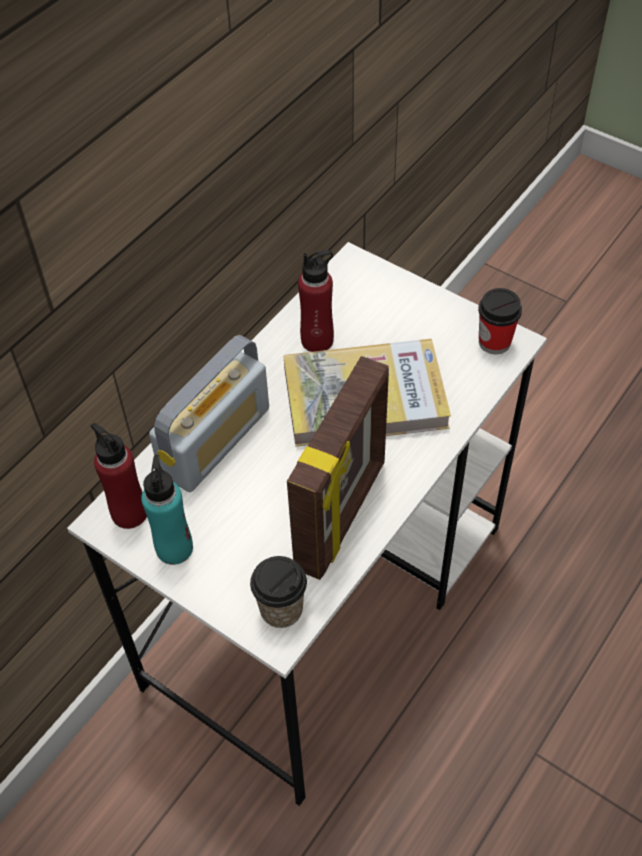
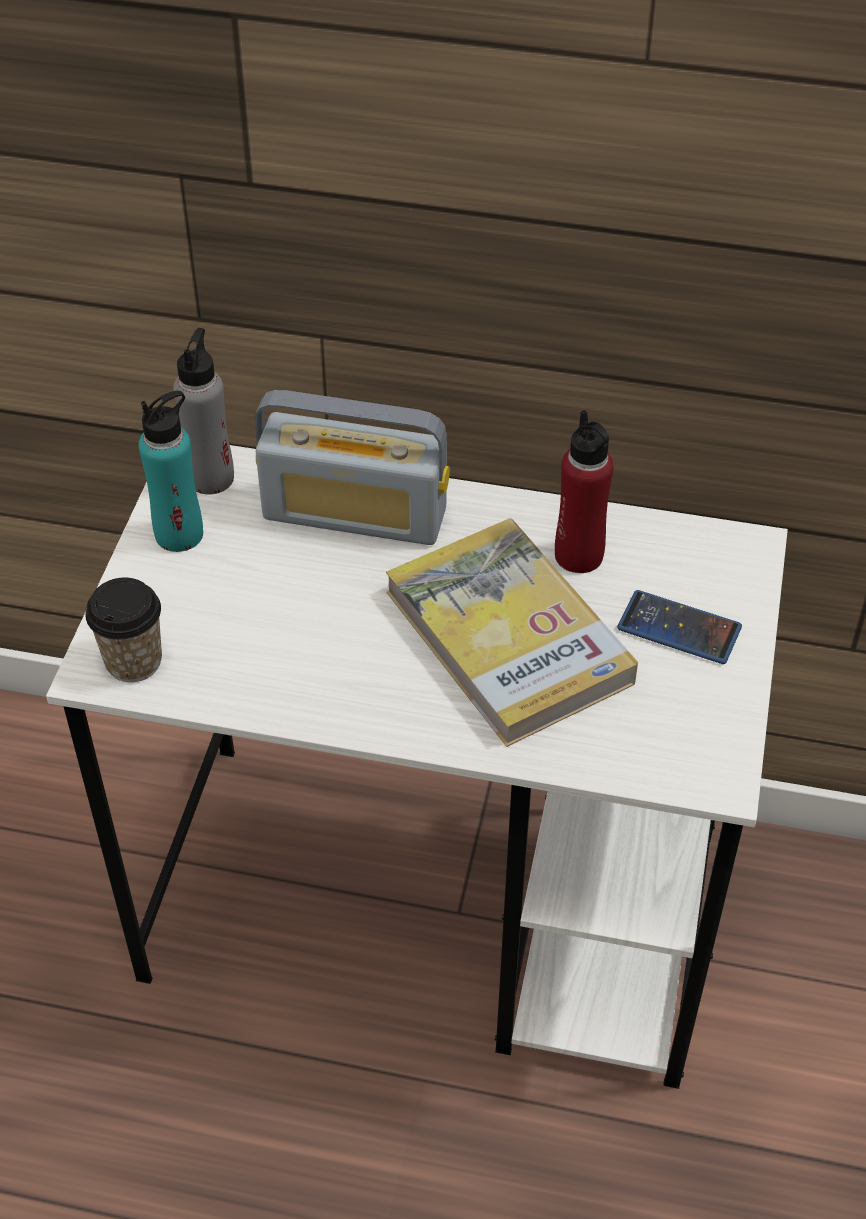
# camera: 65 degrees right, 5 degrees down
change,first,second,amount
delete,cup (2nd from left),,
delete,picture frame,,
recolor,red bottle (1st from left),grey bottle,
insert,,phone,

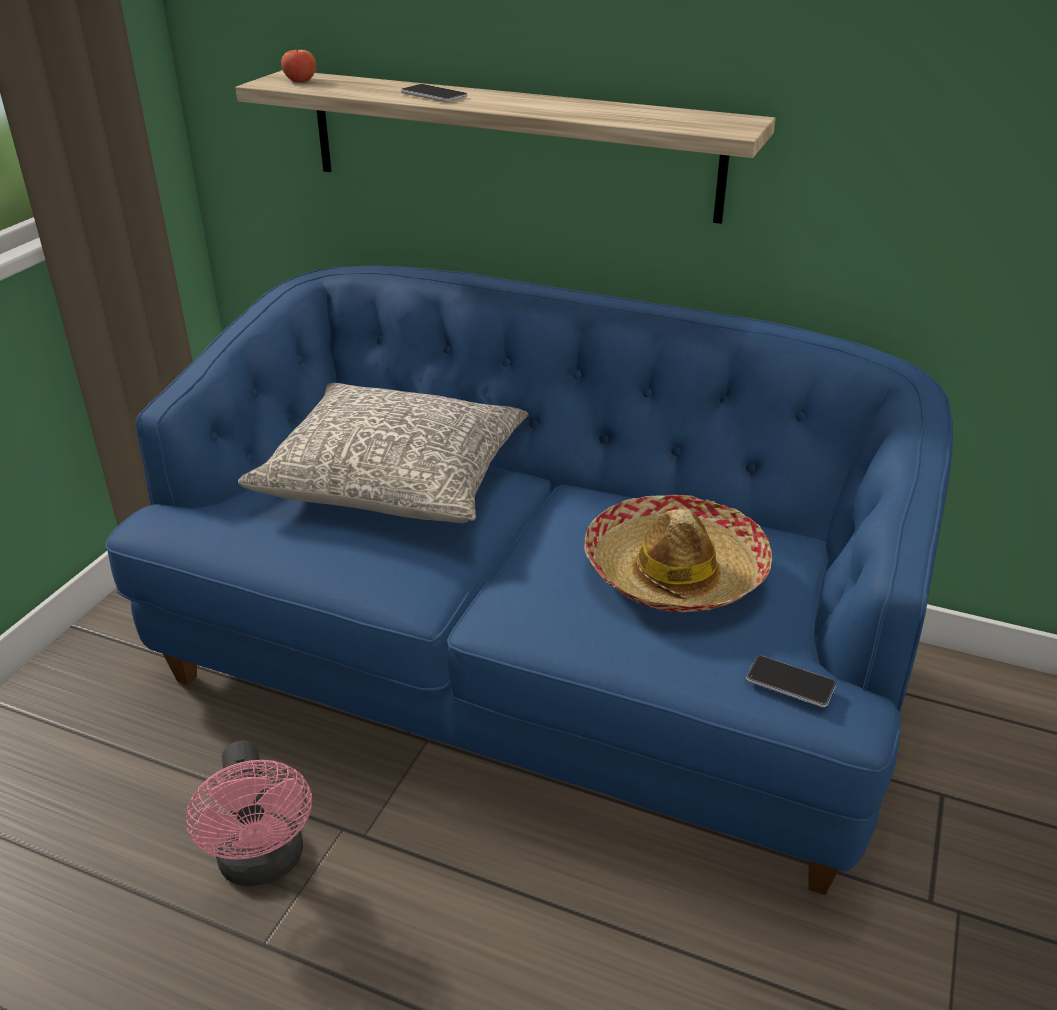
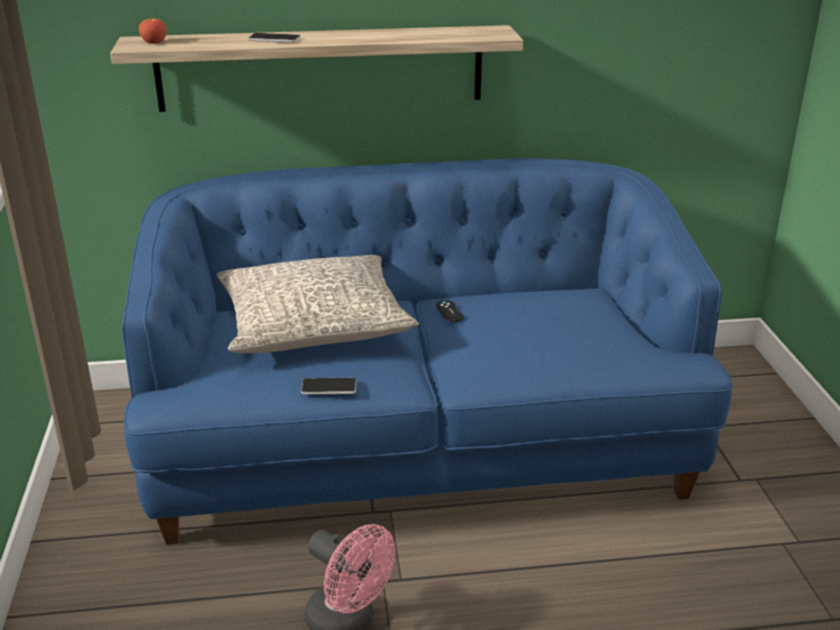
# camera: 30 degrees left, 5 degrees down
change,first,second,amount
delete,hat,,
move,phone (2nd from left),,
insert,,black game controller,

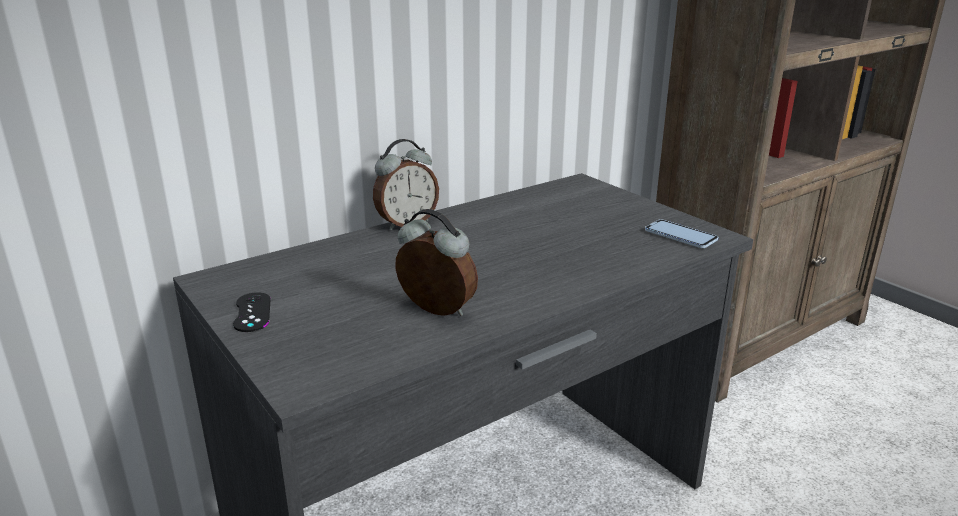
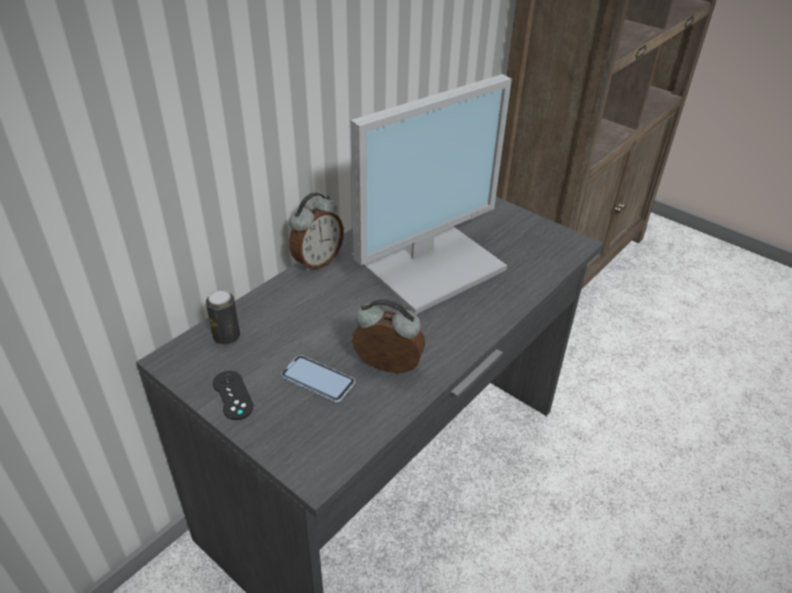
# camera: 15 degrees left, 15 degrees up
change,first,second,amount
move,phone,,
insert,,monitor,
insert,,can,

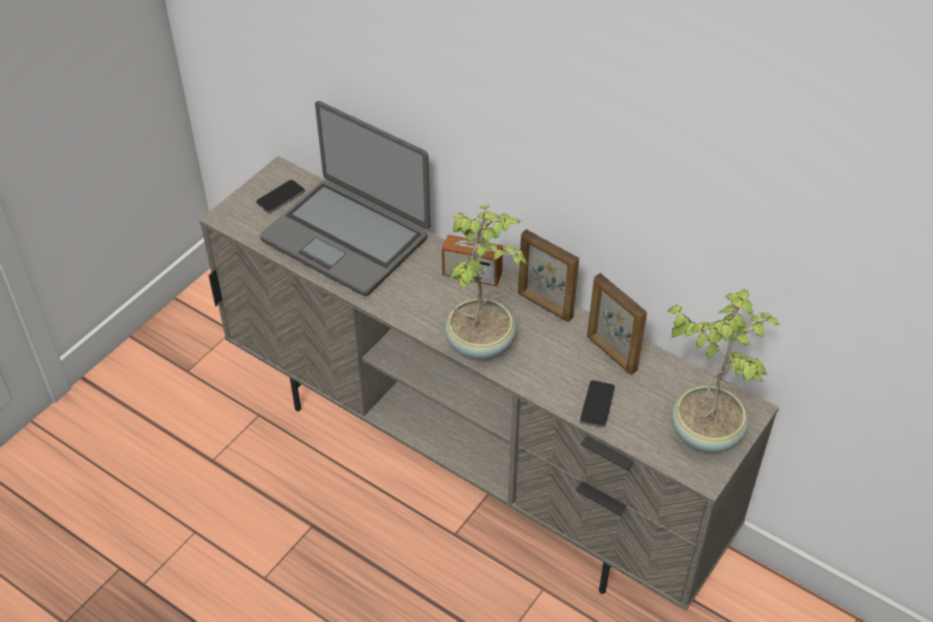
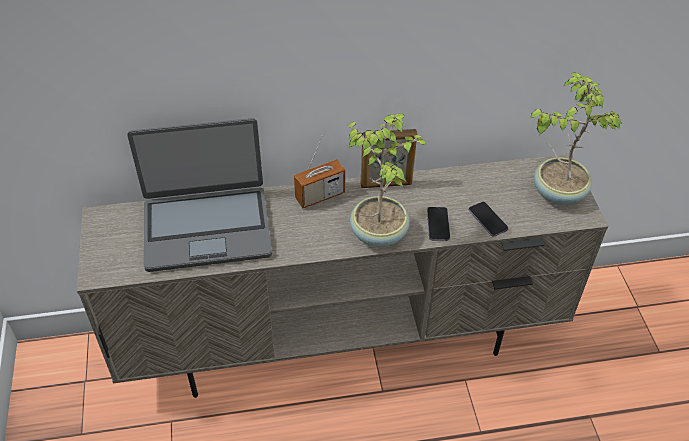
# camera: 45 degrees left, 0 degrees up
change,first,second,amount
move,phone (1st from left),,
delete,picture frame (2nd from left),,

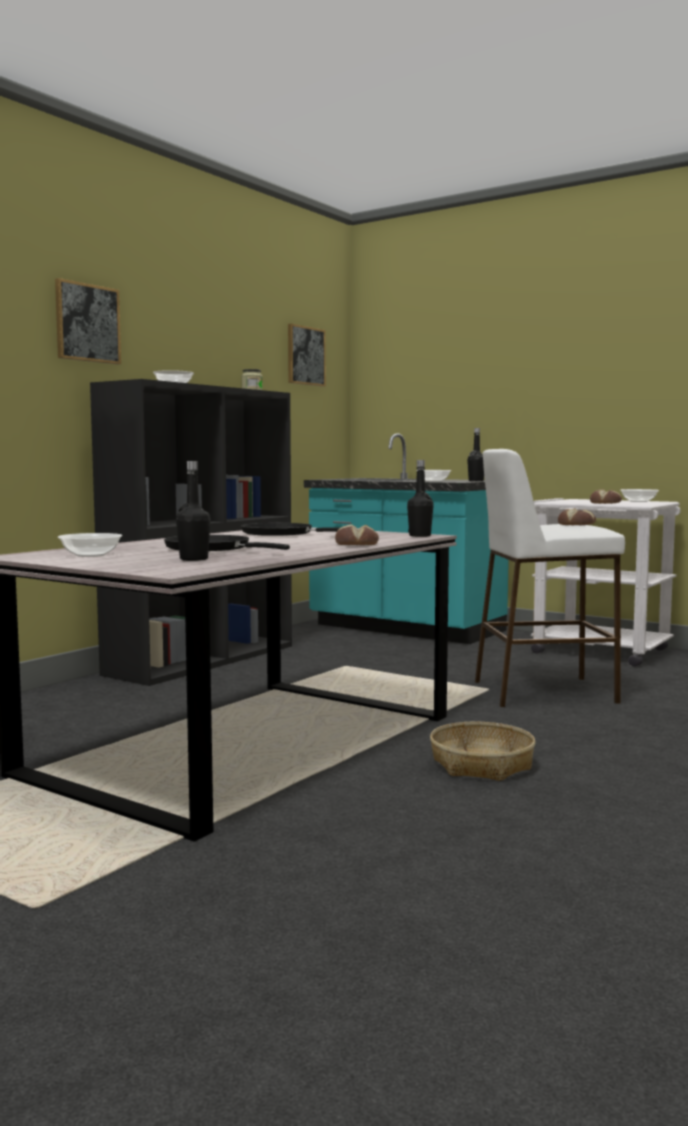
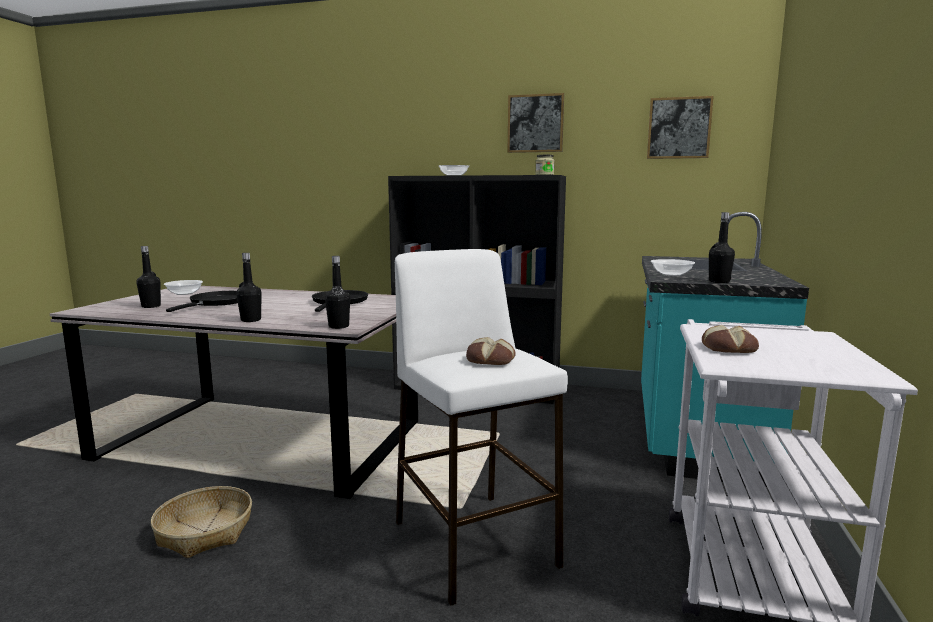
# camera: 70 degrees right, 5 degrees up
change,first,second,amount
move,picture (1st from left),,
delete,bowl (4th from left),,
replace,bread (1st from left),black bottle (2nd from left),

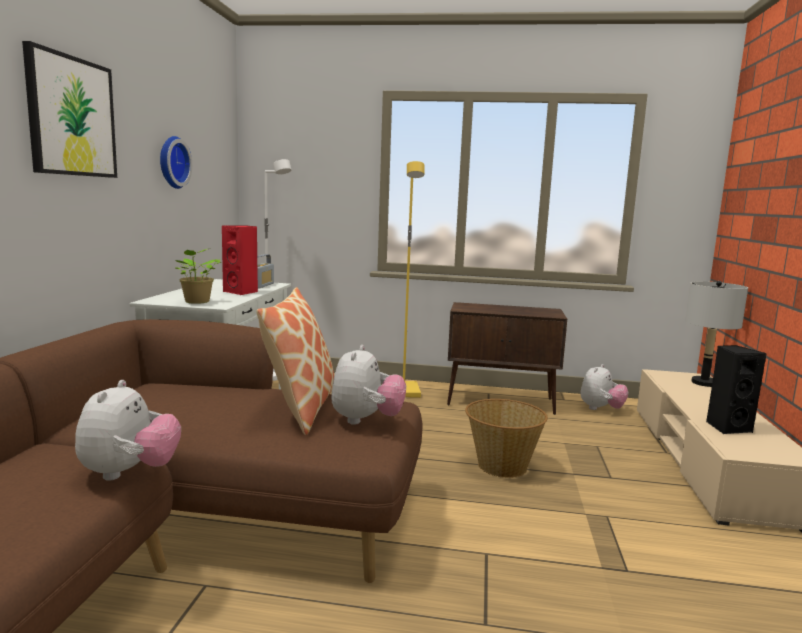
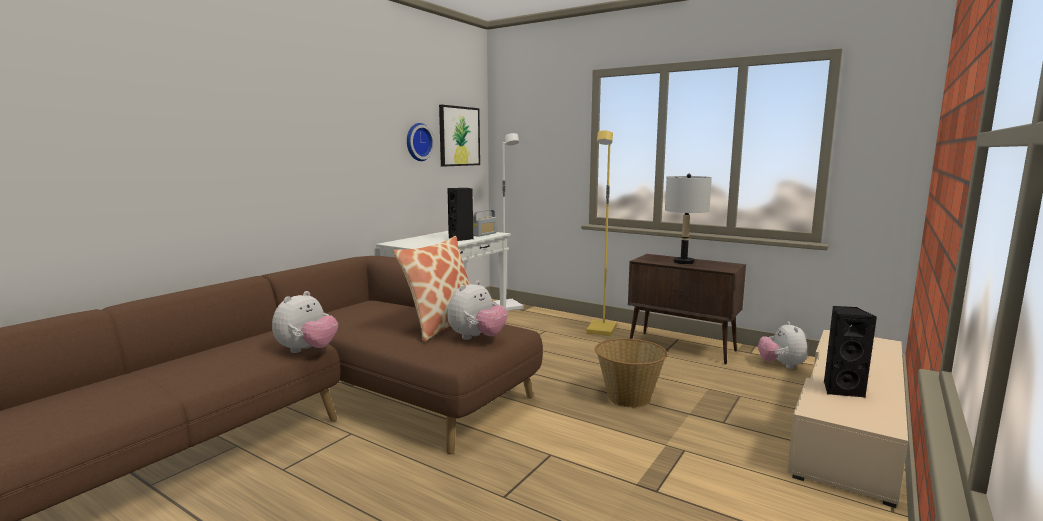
# camera: 25 degrees right, 0 degrees up
change,first,second,amount
move,picture,,
recolor,red speaker,black speaker (1st from left),
delete,potted plant,,
move,grey table lamp,,
rotate,plush toy (3rd from left),,120 degrees clockwise

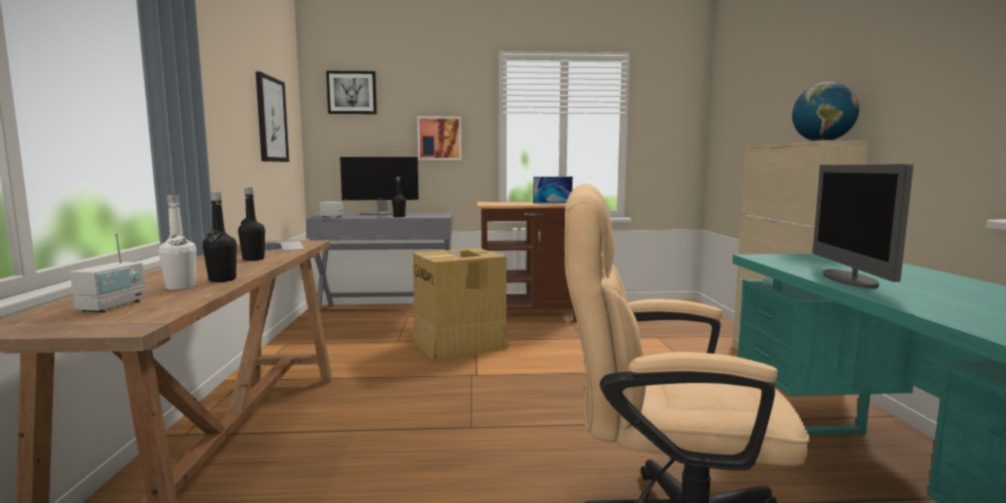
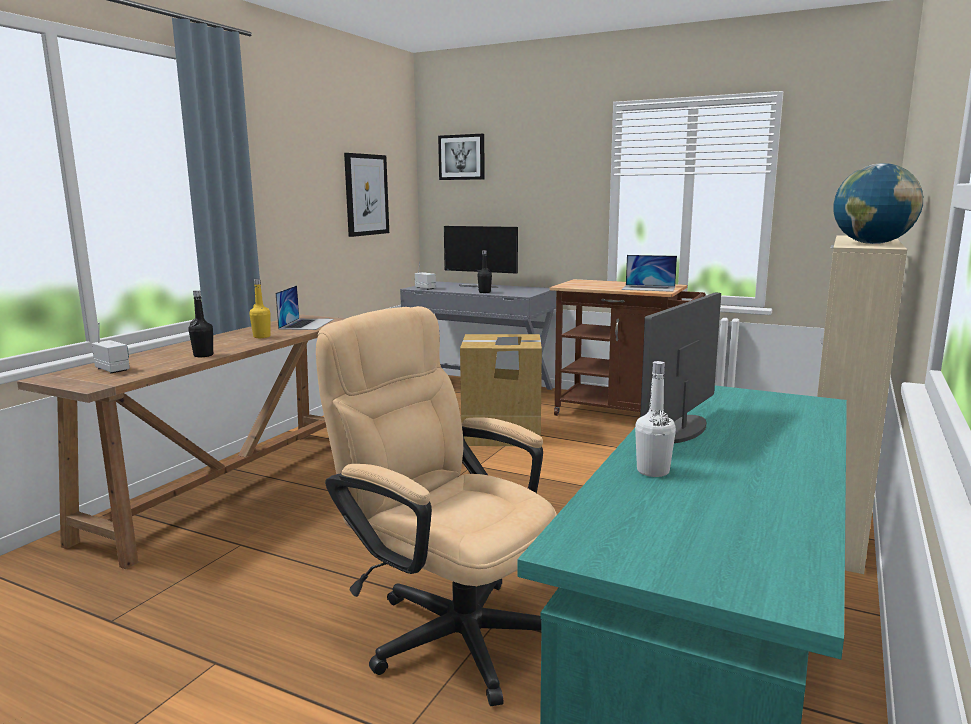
# camera: 30 degrees right, 5 degrees up
change,first,second,amount
delete,picture (3rd from left),,
recolor,black bottle (2nd from left),yellow bottle,
move,white bottle,,
rotate,radio (1st from left),,90 degrees counterclockwise

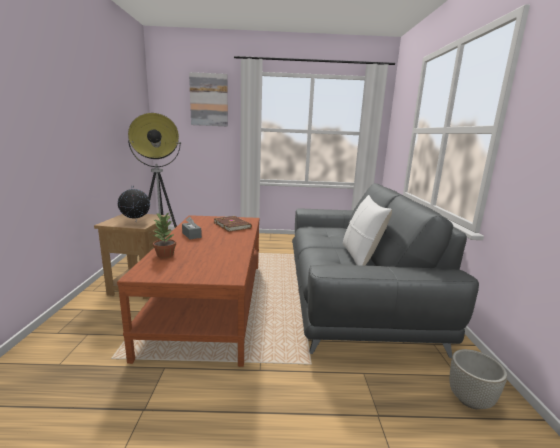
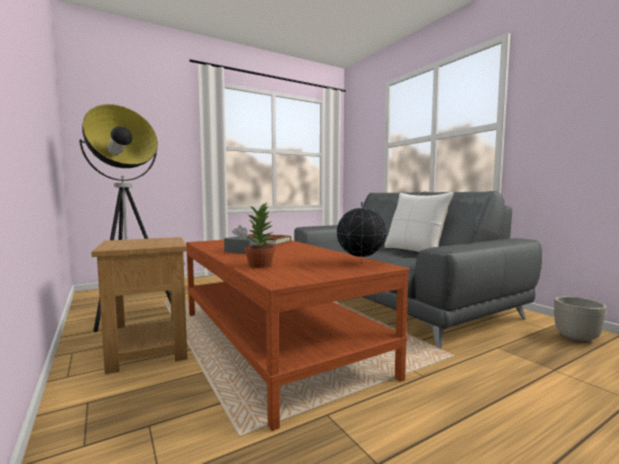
# camera: 30 degrees left, 10 degrees down
change,first,second,amount
delete,picture,,
move,globe,,

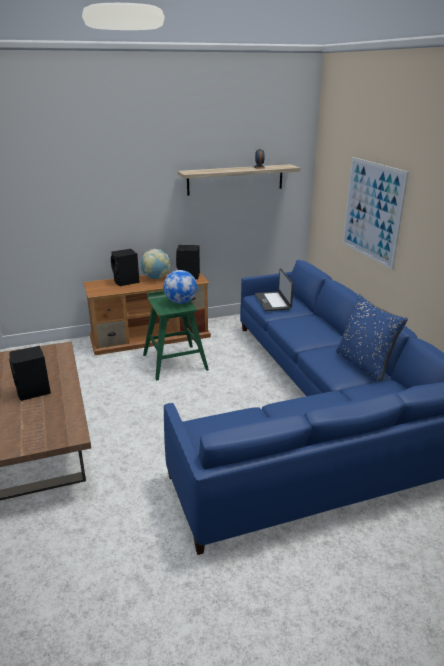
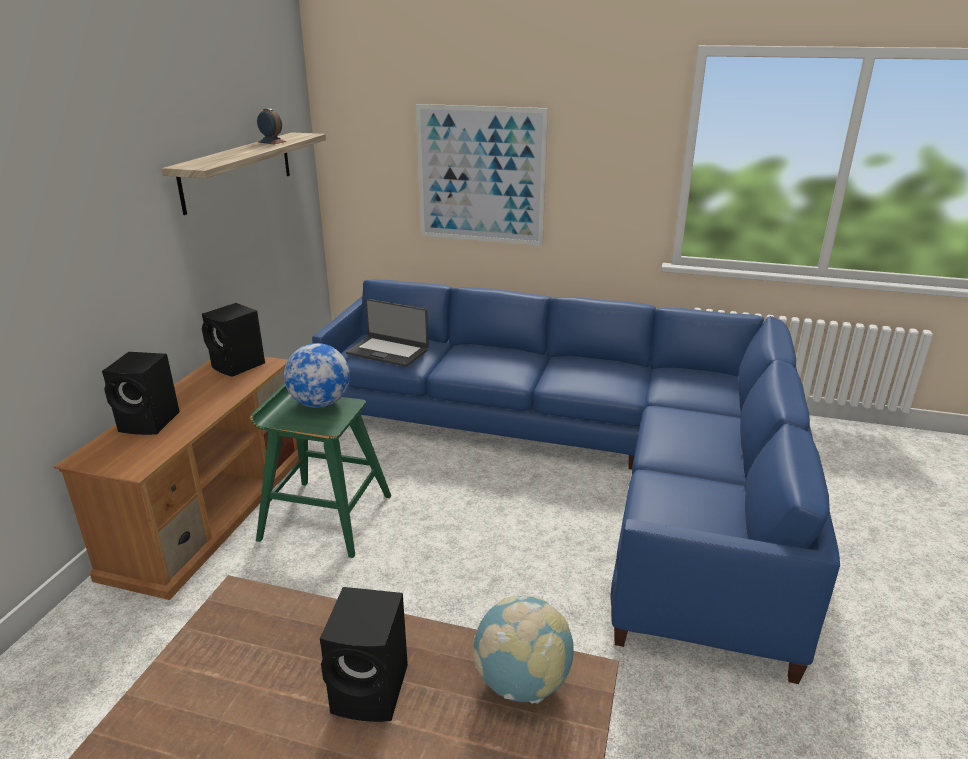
# camera: 55 degrees left, 0 degrees up
change,first,second,amount
move,globe (1st from left in the first image),globe (2nd from left),
delete,blue pillow,,

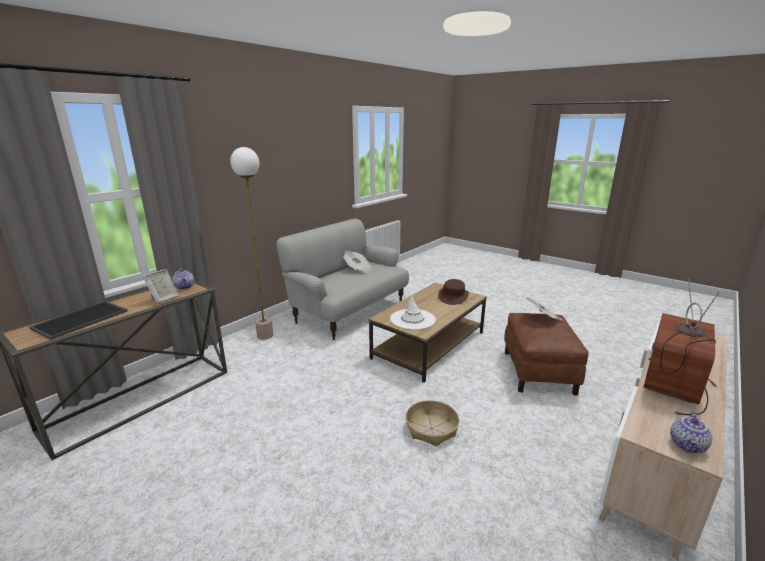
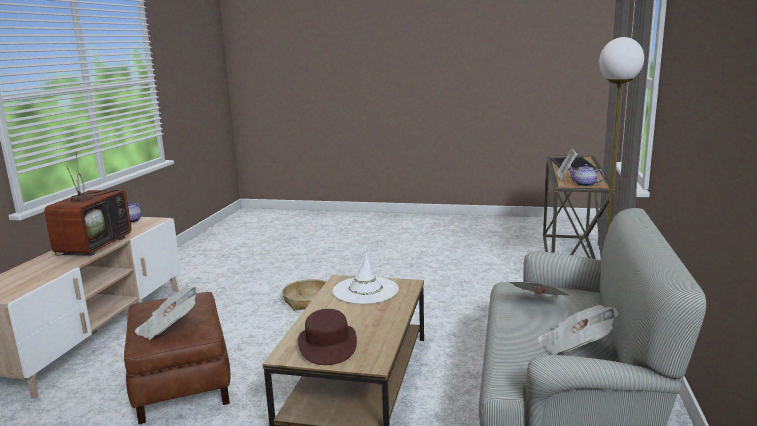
# camera: 155 degrees right, 5 degrees down
change,first,second,amount
insert,,newspaper (2nd from left),

